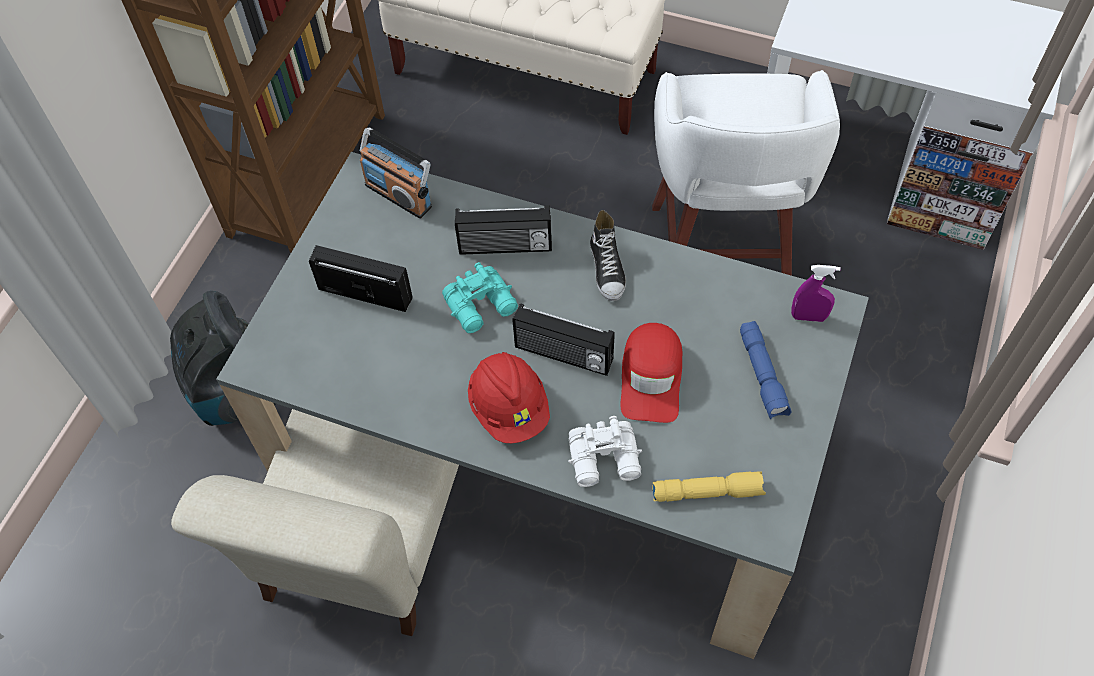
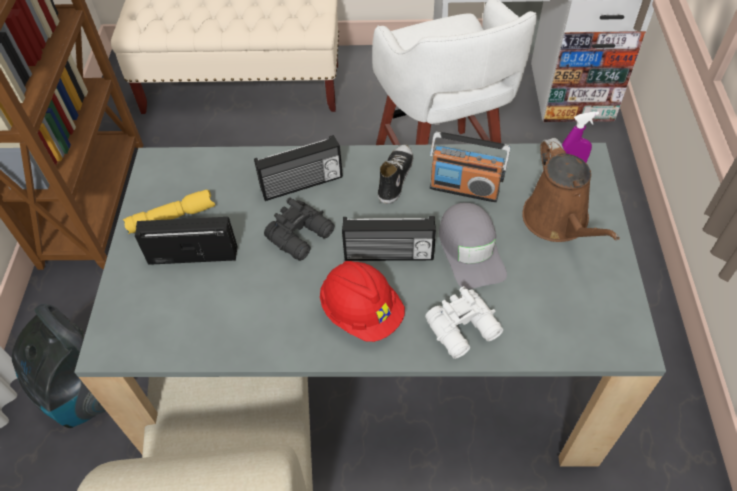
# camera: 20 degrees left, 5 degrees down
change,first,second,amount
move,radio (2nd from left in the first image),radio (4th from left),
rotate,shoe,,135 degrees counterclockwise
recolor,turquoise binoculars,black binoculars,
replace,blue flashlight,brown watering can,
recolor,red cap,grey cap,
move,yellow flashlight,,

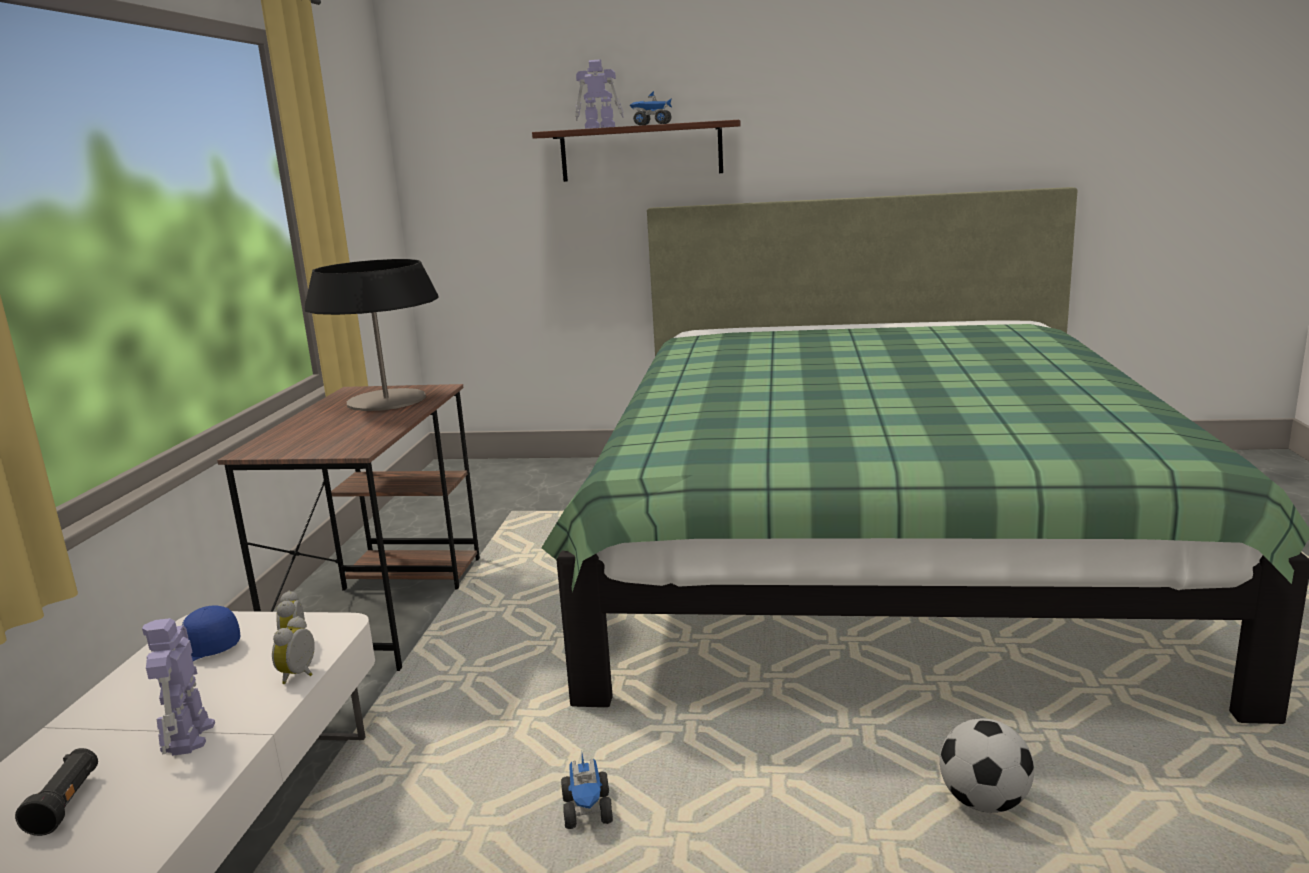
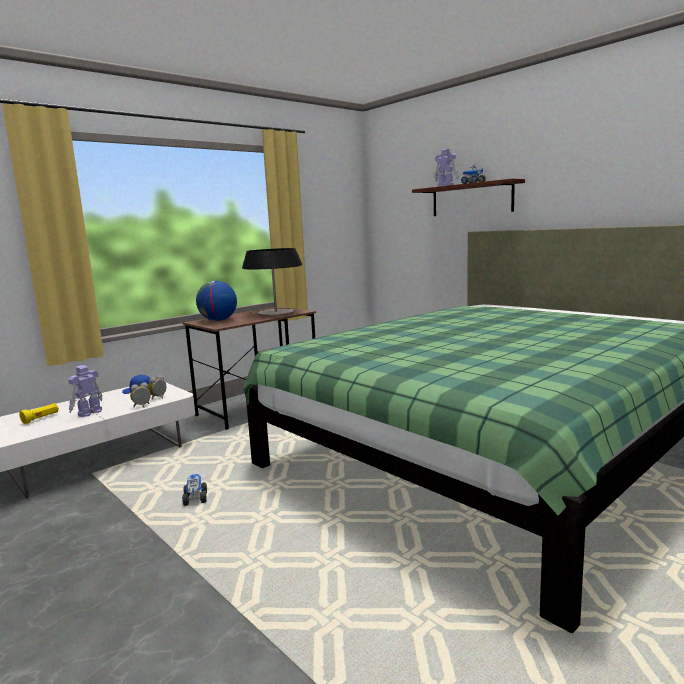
# camera: 40 degrees right, 5 degrees down
change,first,second,amount
delete,football,,
recolor,black flashlight,yellow flashlight,
rotate,toy truck (1st from left),,135 degrees clockwise
insert,,globe,

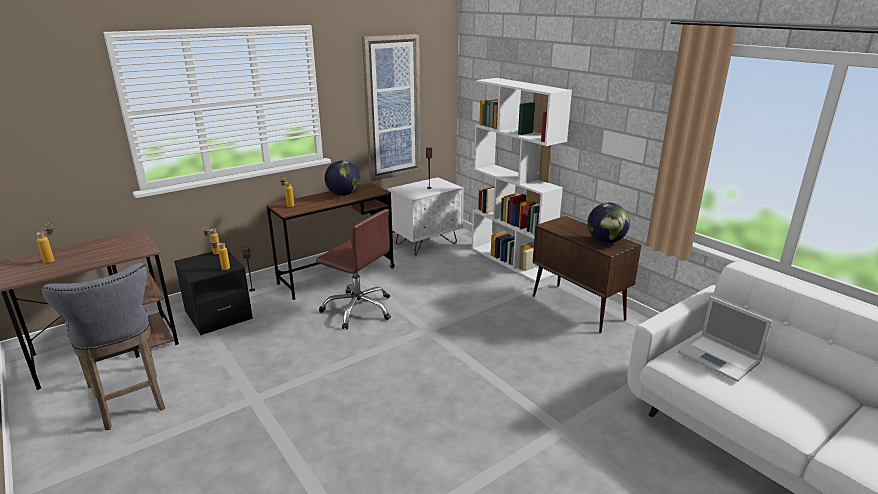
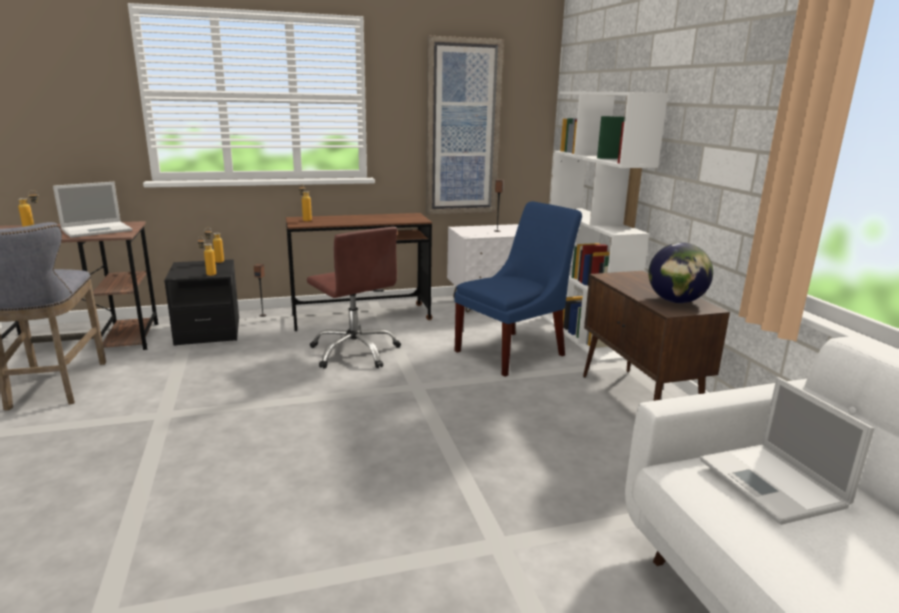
# camera: 20 degrees right, 5 degrees down
change,first,second,amount
delete,globe (1st from left),,
insert,,laptop (1st from left),
insert,,blue chair,

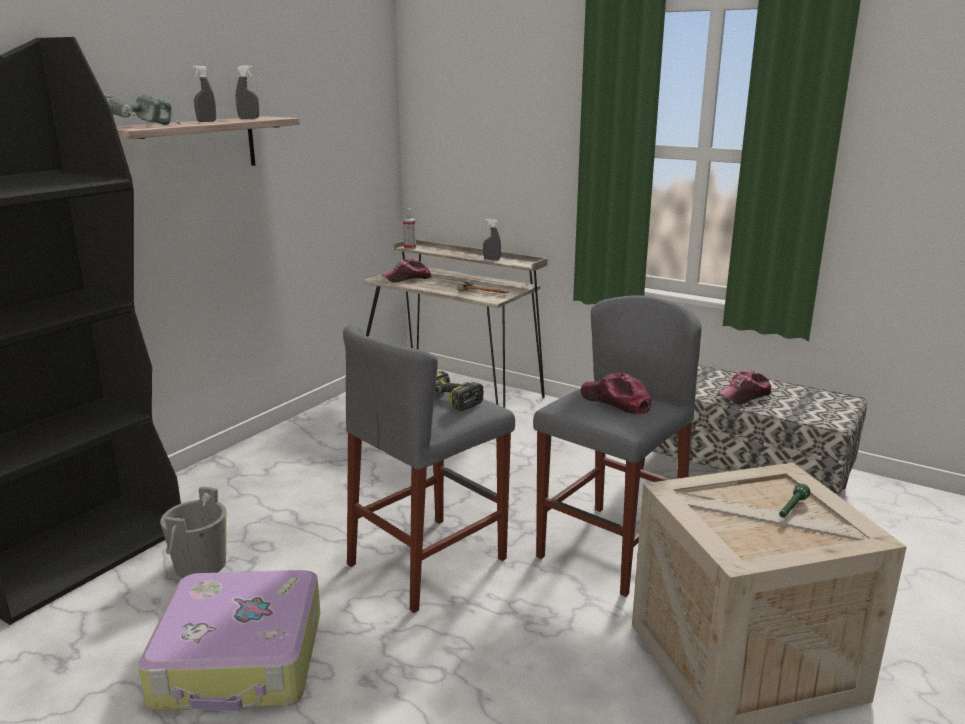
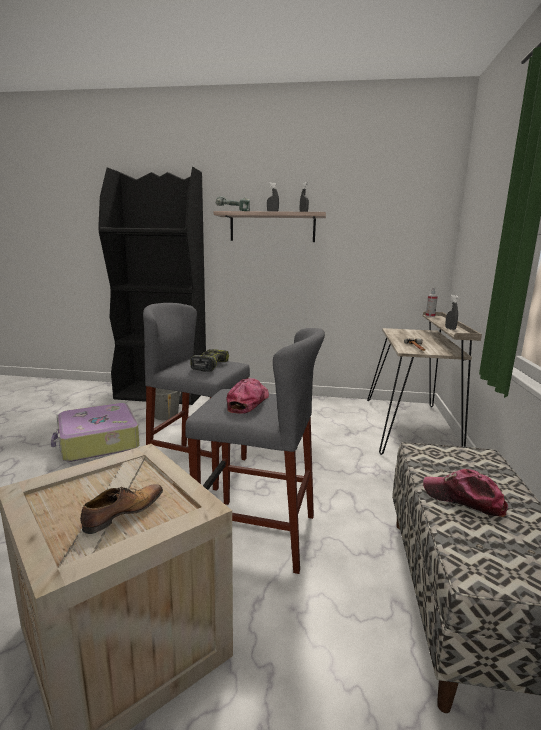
# camera: 65 degrees right, 5 degrees down
change,first,second,amount
delete,cap (1st from left),,
replace,green flashlight,shoe,

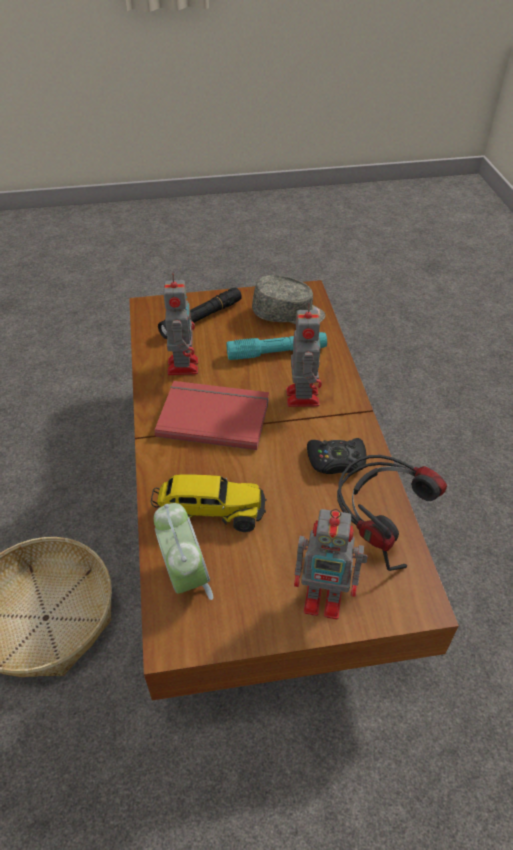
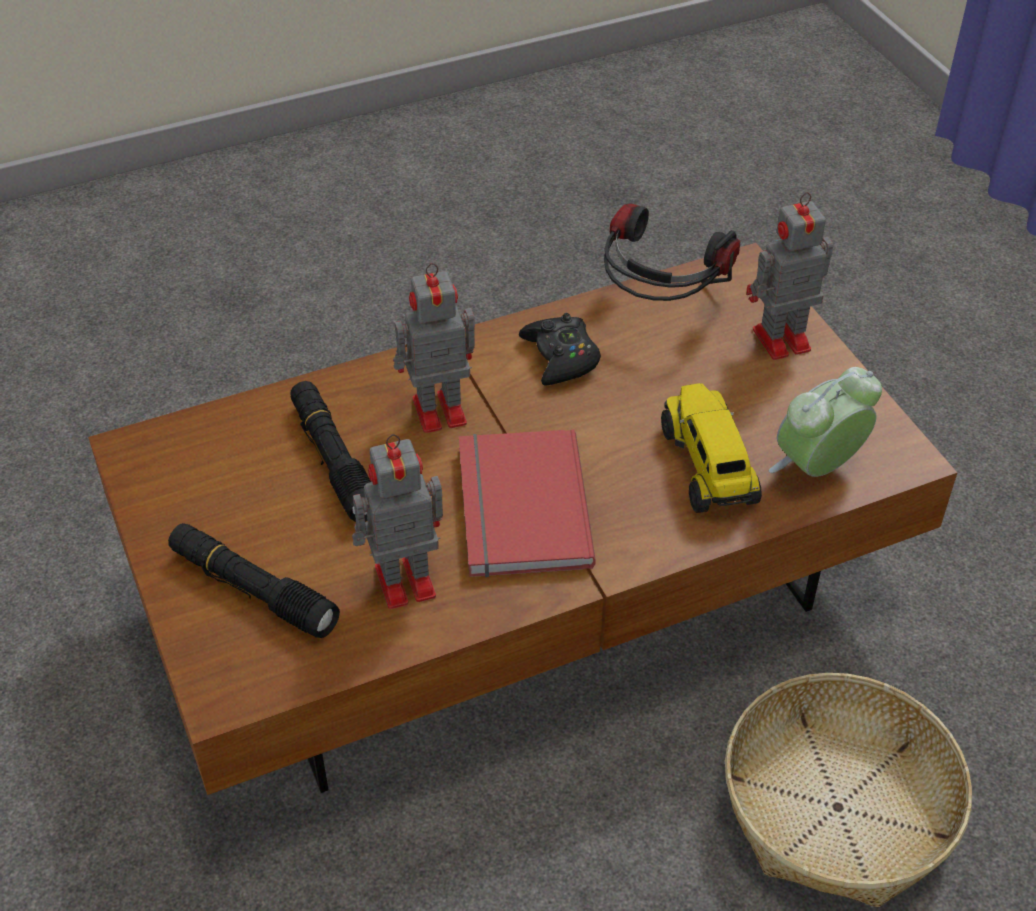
# camera: 105 degrees left, 0 degrees up
change,first,second,amount
delete,grey cap,,
recolor,turquoise flashlight,black flashlight (2nd from left),
rotate,toy robot (3rd from left),,105 degrees counterclockwise

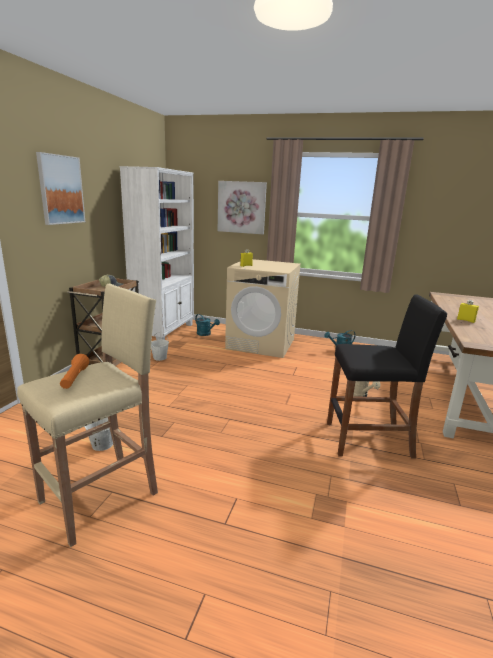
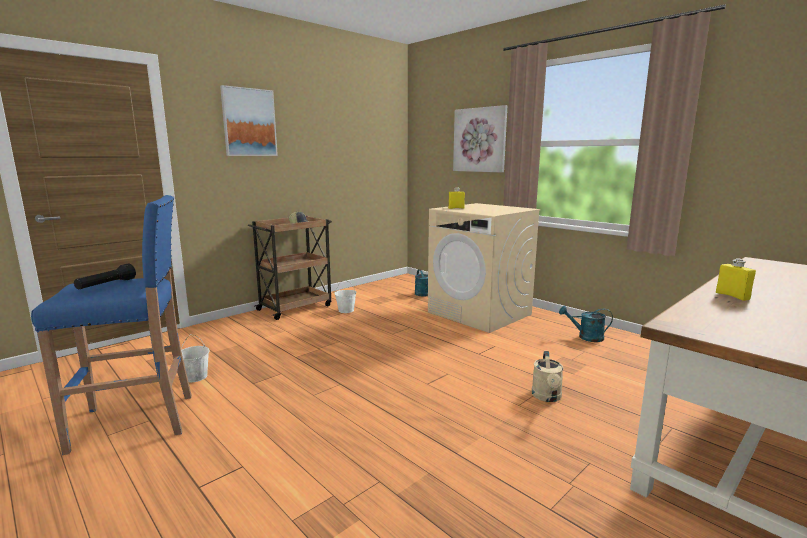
# camera: 30 degrees right, 5 degrees down
change,first,second,amount
delete,white bookcase,,
recolor,beige stool,blue stool,
delete,black stool,,
recolor,orange flashlight,black flashlight,

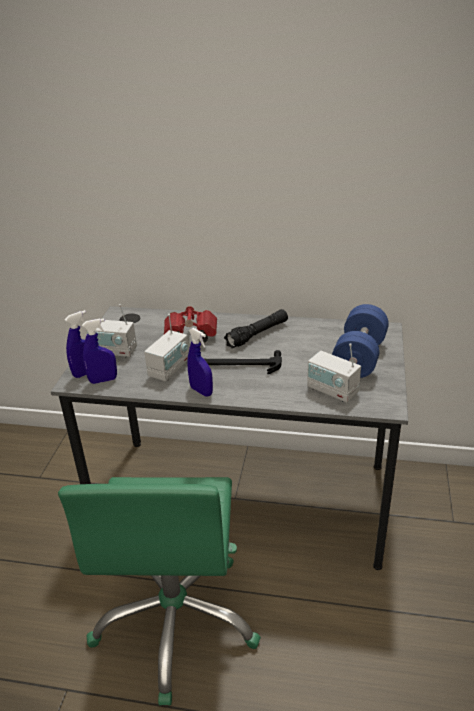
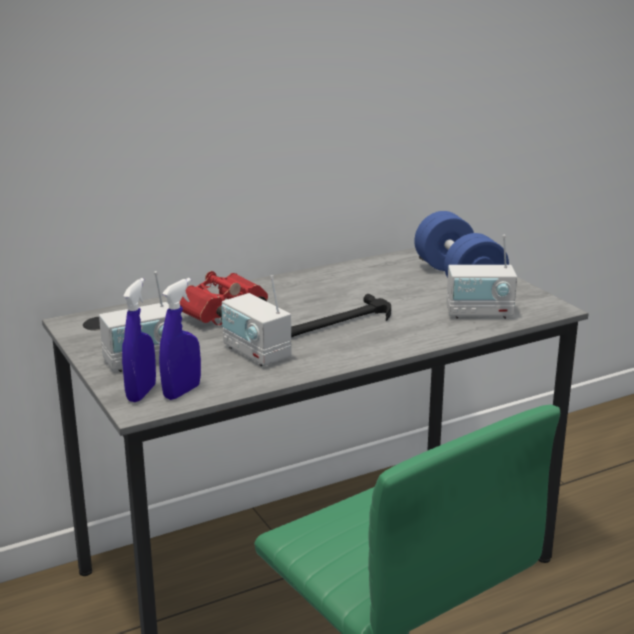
# camera: 40 degrees left, 10 degrees down
change,first,second,amount
delete,black flashlight,,
rotate,radio (2nd from left),,150 degrees clockwise
delete,blue spray bottle (3rd from left),,

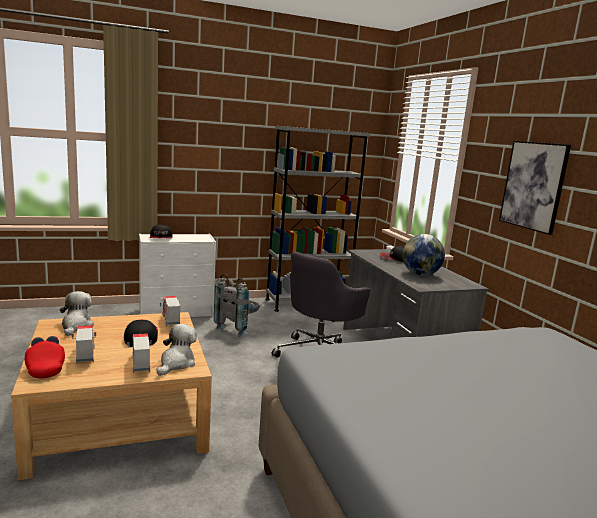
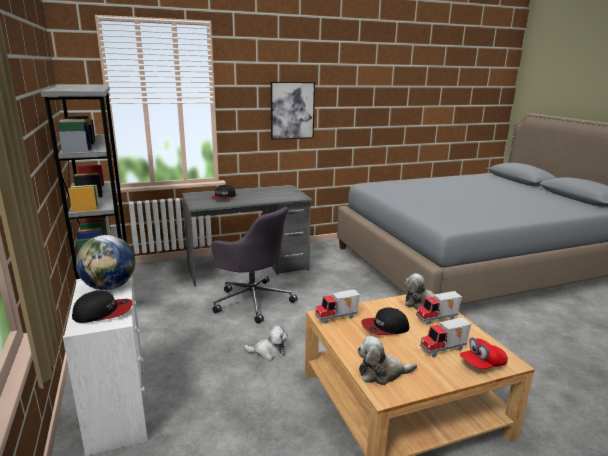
# camera: 90 degrees left, 5 degrees up
change,first,second,amount
move,globe,,
delete,grey backpack,,
insert,,plush toy (1st from left),

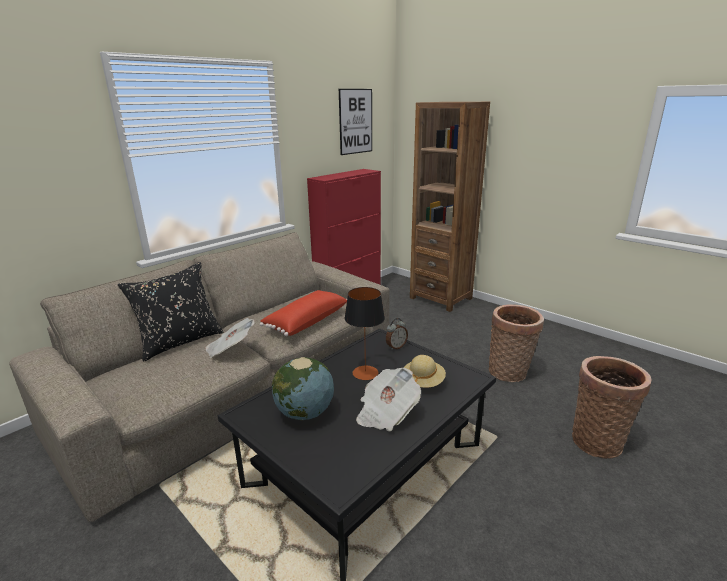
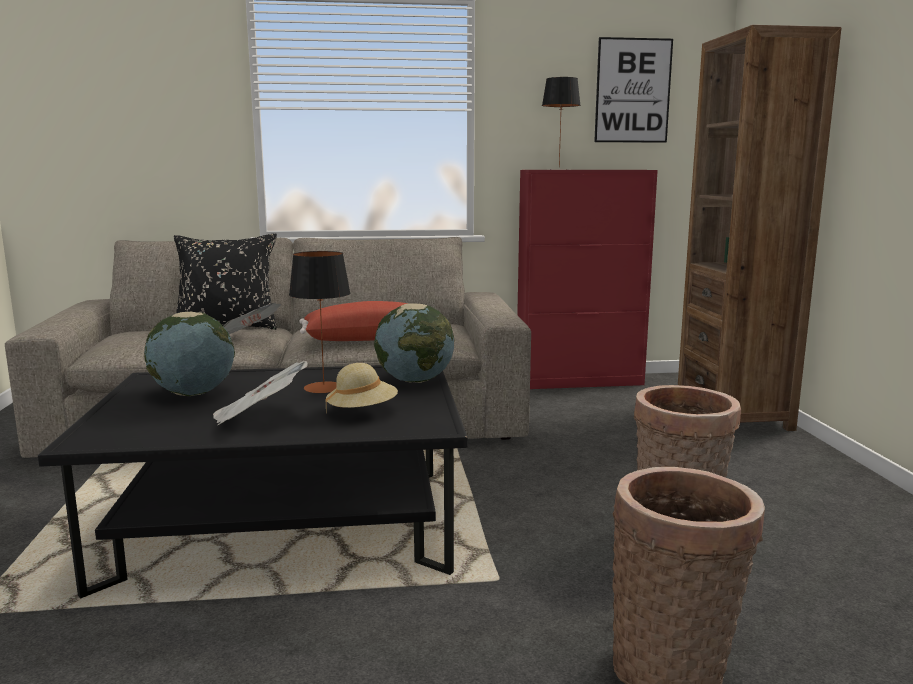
# camera: 40 degrees right, 10 degrees down
change,first,second,amount
replace,alarm clock,globe (2nd from left),
insert,,table lamp (2nd from left),

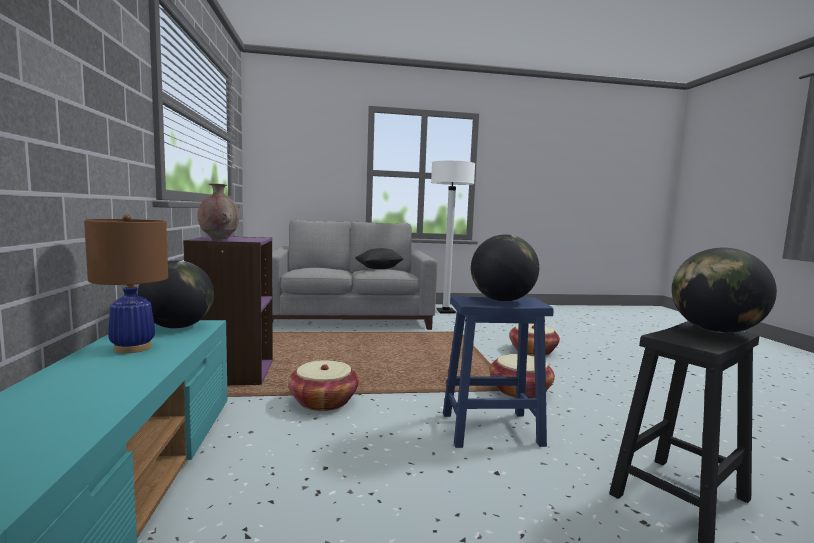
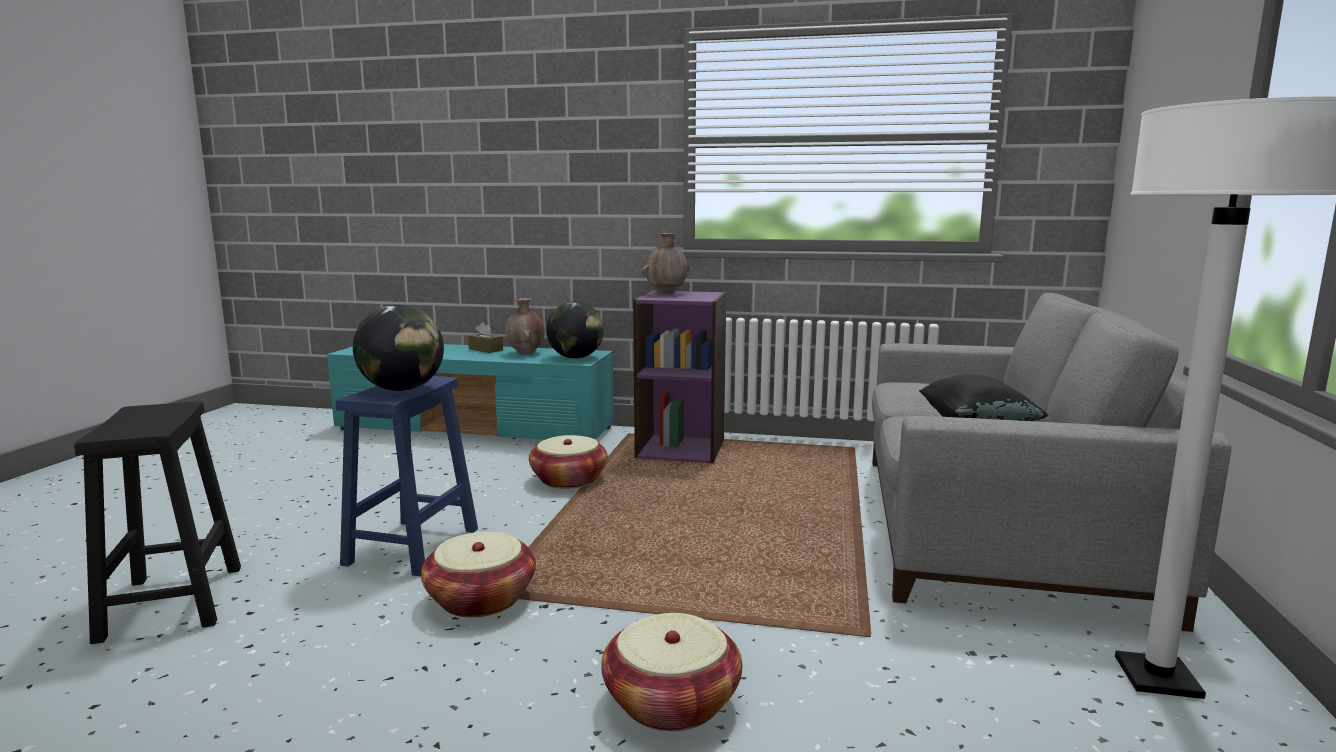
# camera: 110 degrees right, 5 degrees up
change,first,second,amount
replace,brown table lamp,brown vase (1st from left),
delete,globe (3rd from left),,
insert,,brown tissue box,

